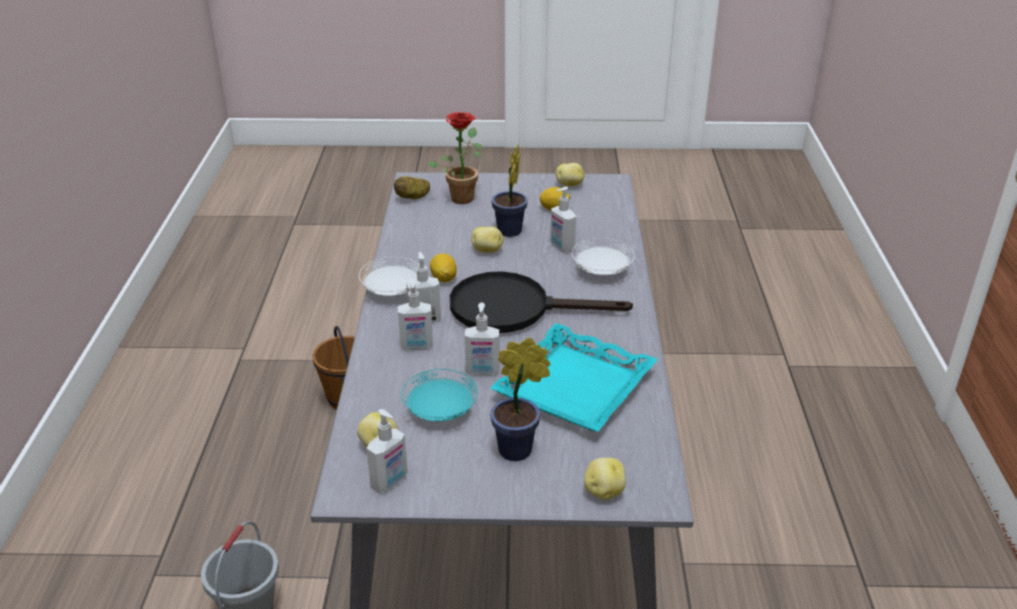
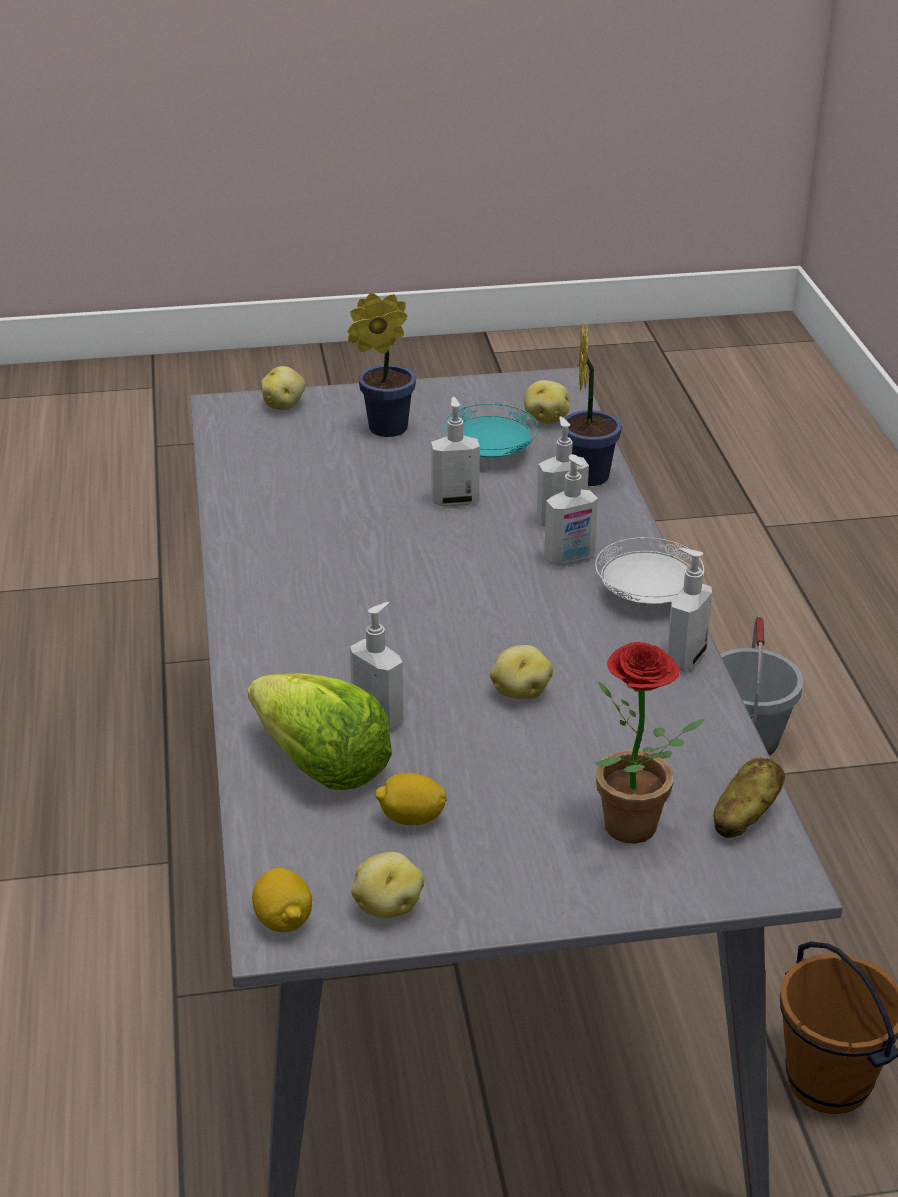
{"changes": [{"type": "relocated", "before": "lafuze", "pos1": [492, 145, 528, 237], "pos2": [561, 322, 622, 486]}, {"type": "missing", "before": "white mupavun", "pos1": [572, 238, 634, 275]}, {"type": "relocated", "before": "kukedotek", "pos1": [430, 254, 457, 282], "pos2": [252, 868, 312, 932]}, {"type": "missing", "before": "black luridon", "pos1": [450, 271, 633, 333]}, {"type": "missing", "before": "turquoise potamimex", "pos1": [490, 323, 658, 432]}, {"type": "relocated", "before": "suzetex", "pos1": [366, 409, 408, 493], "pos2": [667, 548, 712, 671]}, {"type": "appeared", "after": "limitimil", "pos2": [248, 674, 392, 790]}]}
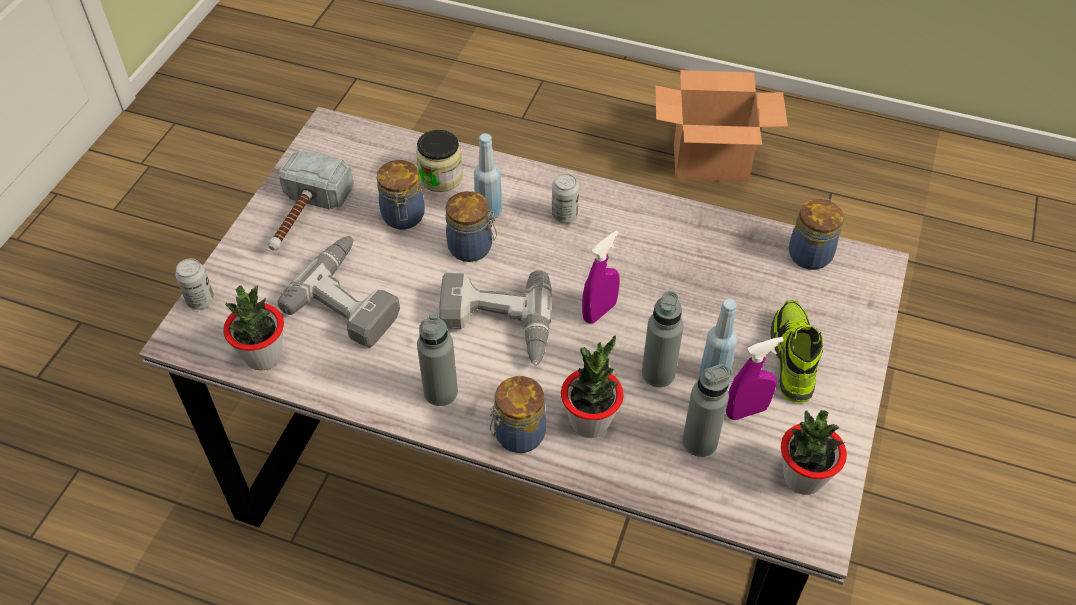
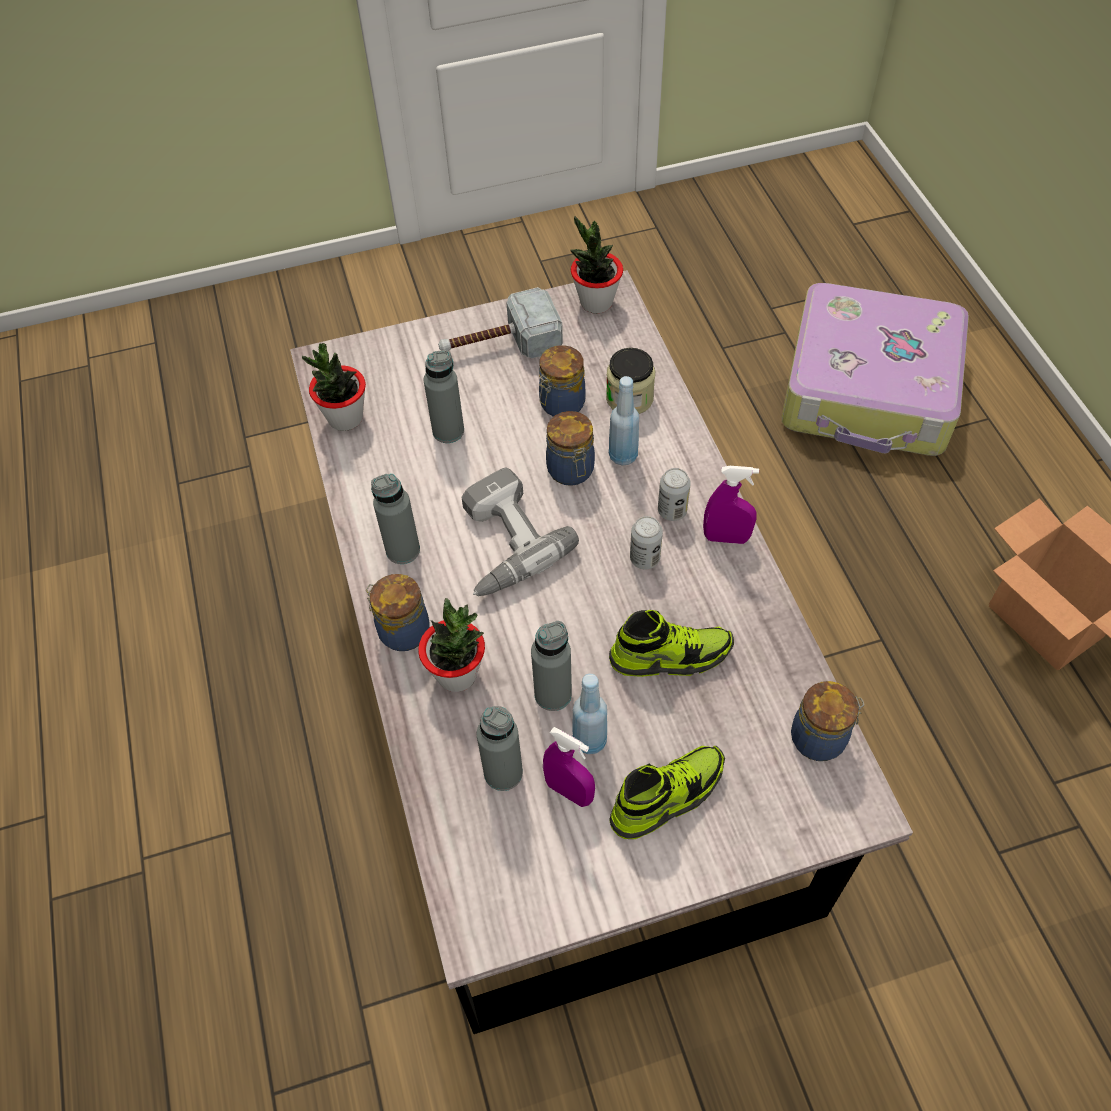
{"changes": [{"type": "relocated", "before": "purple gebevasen", "pos1": [582, 230, 620, 323], "pos2": [703, 466, 759, 544]}, {"type": "exchanged", "before": "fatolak", "after": "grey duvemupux", "pos1": [277, 236, 400, 347], "pos2": [424, 350, 464, 443]}, {"type": "relocated", "before": "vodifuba", "pos1": [175, 258, 214, 310], "pos2": [630, 516, 663, 569]}, {"type": "relocated", "before": "lafuze", "pos1": [781, 410, 847, 495], "pos2": [570, 216, 623, 313]}, {"type": "appeared", "after": "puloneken", "pos2": [782, 283, 969, 456]}, {"type": "appeared", "after": "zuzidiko", "pos2": [609, 610, 734, 677]}]}
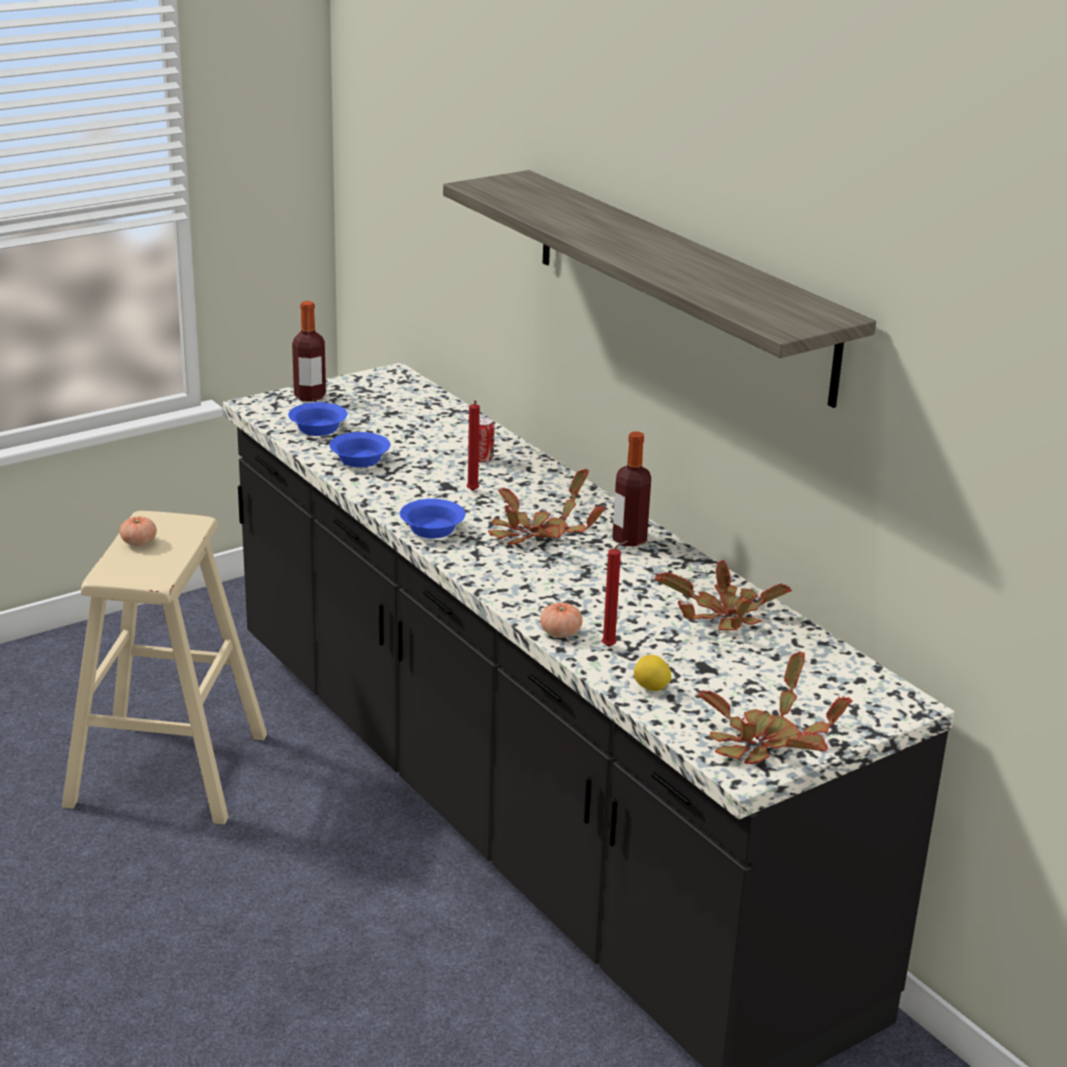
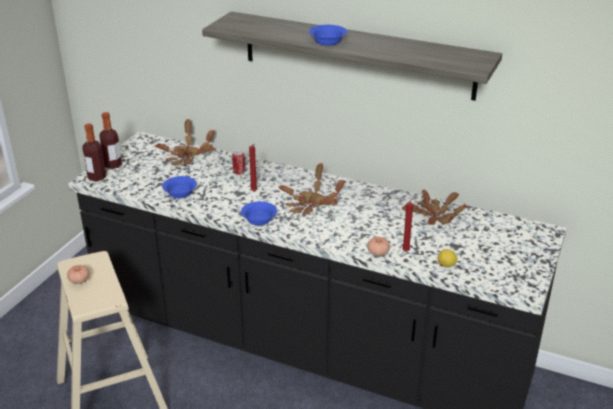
{"changes": [{"type": "relocated", "before": "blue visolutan", "pos1": [288, 402, 347, 436], "pos2": [309, 25, 347, 45]}, {"type": "relocated", "before": "duvemupux", "pos1": [612, 431, 651, 546], "pos2": [82, 124, 106, 181]}, {"type": "relocated", "before": "lafuze", "pos1": [698, 651, 853, 764], "pos2": [155, 119, 215, 165]}]}
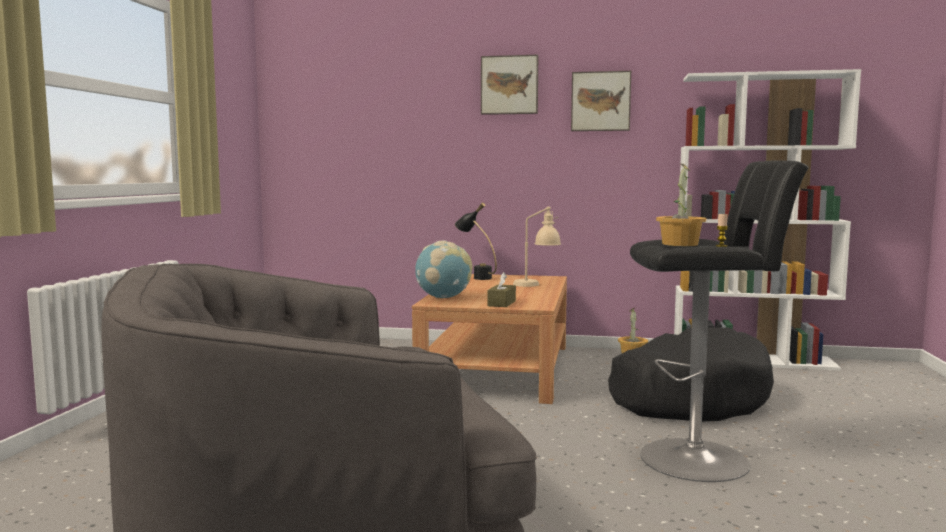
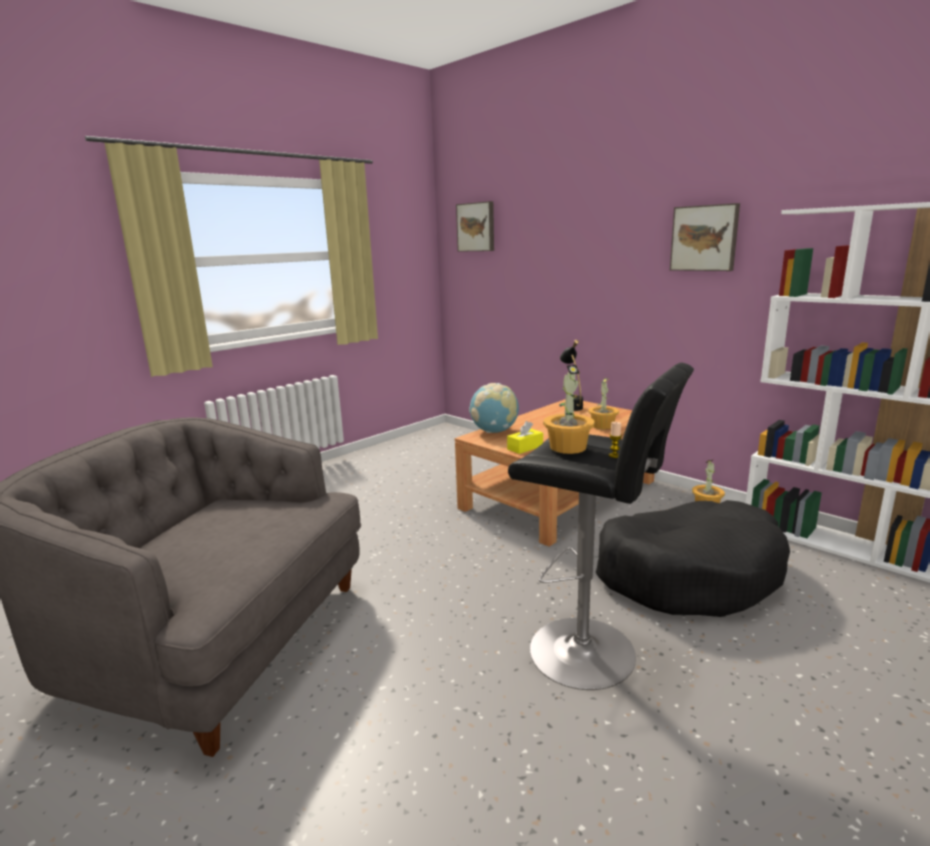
{"changes": [{"type": "relocated", "before": "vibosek", "pos1": [481, 55, 538, 115], "pos2": [456, 201, 494, 252]}, {"type": "exchanged", "before": "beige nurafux", "after": "lafuze", "pos1": [513, 206, 561, 287], "pos2": [588, 378, 619, 429]}, {"type": "colour", "before": "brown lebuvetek", "after": "yellow lebuvetek", "pos1": [487, 272, 516, 307], "pos2": [507, 421, 543, 454]}]}
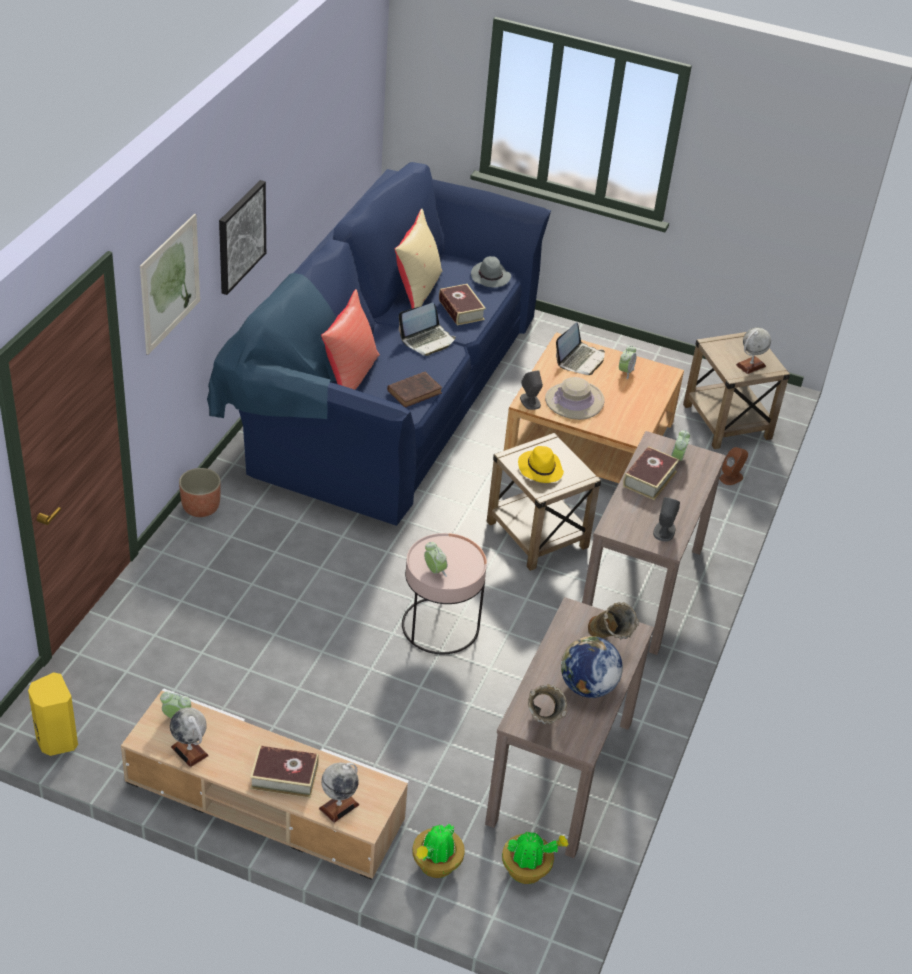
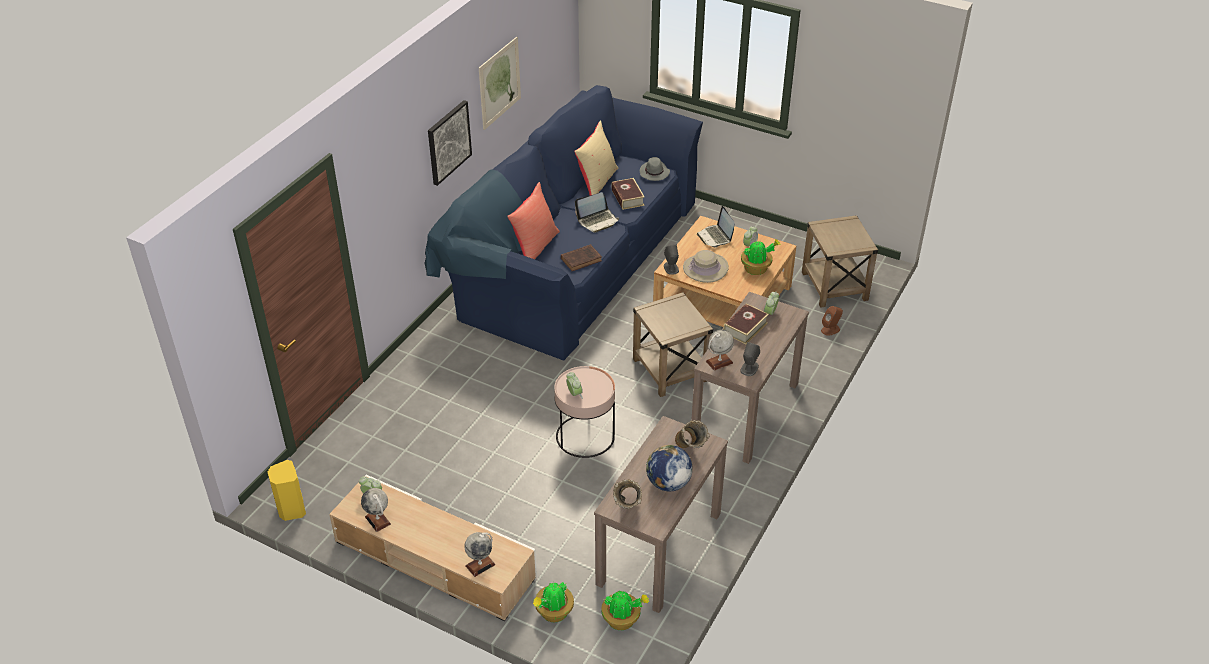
{"changes": [{"type": "relocated", "before": "vibosek", "pos1": [140, 214, 200, 355], "pos2": [479, 37, 521, 130]}, {"type": "spun", "before": "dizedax", "pos1": [556, 322, 605, 375], "pos2": [697, 206, 735, 248], "turn": 120}, {"type": "relocated", "before": "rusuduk", "pos1": [736, 327, 771, 374], "pos2": [706, 329, 734, 371]}, {"type": "missing", "before": "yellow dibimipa", "pos1": [518, 446, 564, 483]}, {"type": "missing", "before": "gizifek", "pos1": [179, 468, 221, 517]}, {"type": "missing", "before": "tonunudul", "pos1": [250, 745, 319, 798]}, {"type": "appeared", "after": "lafuze", "pos2": [741, 239, 780, 275]}]}
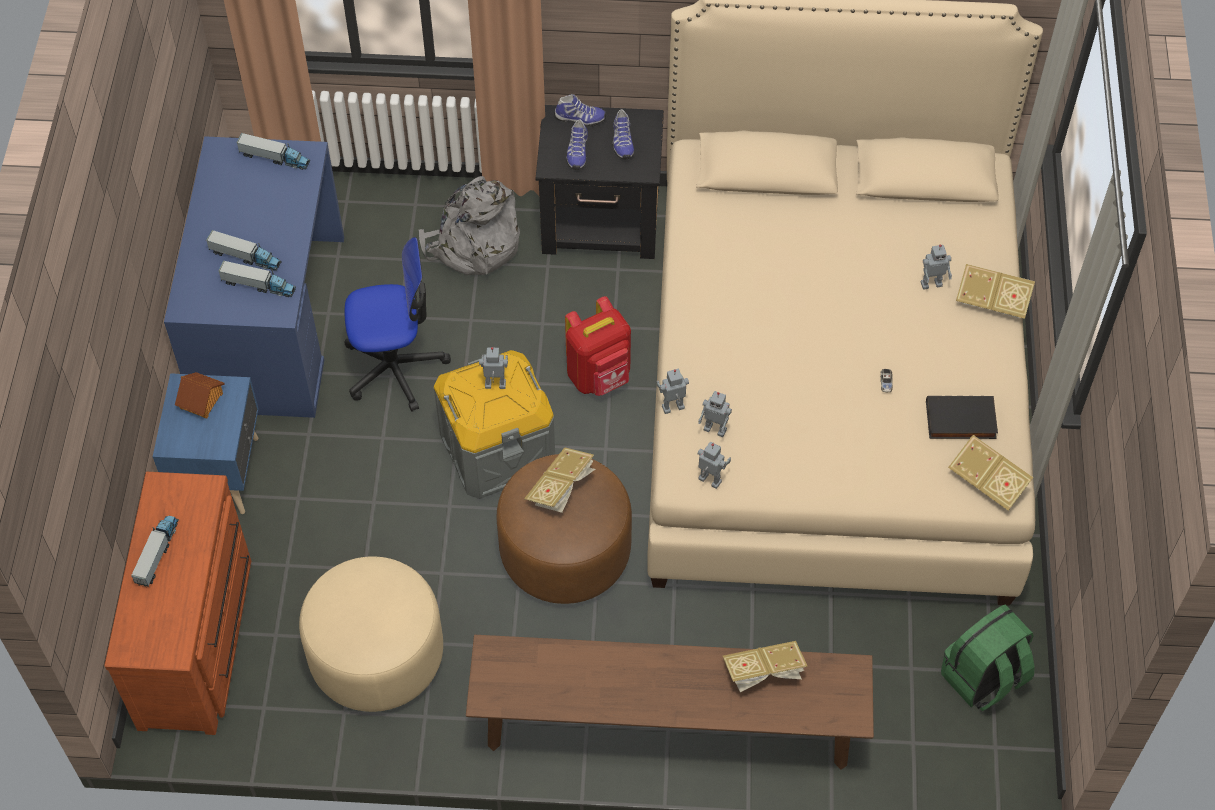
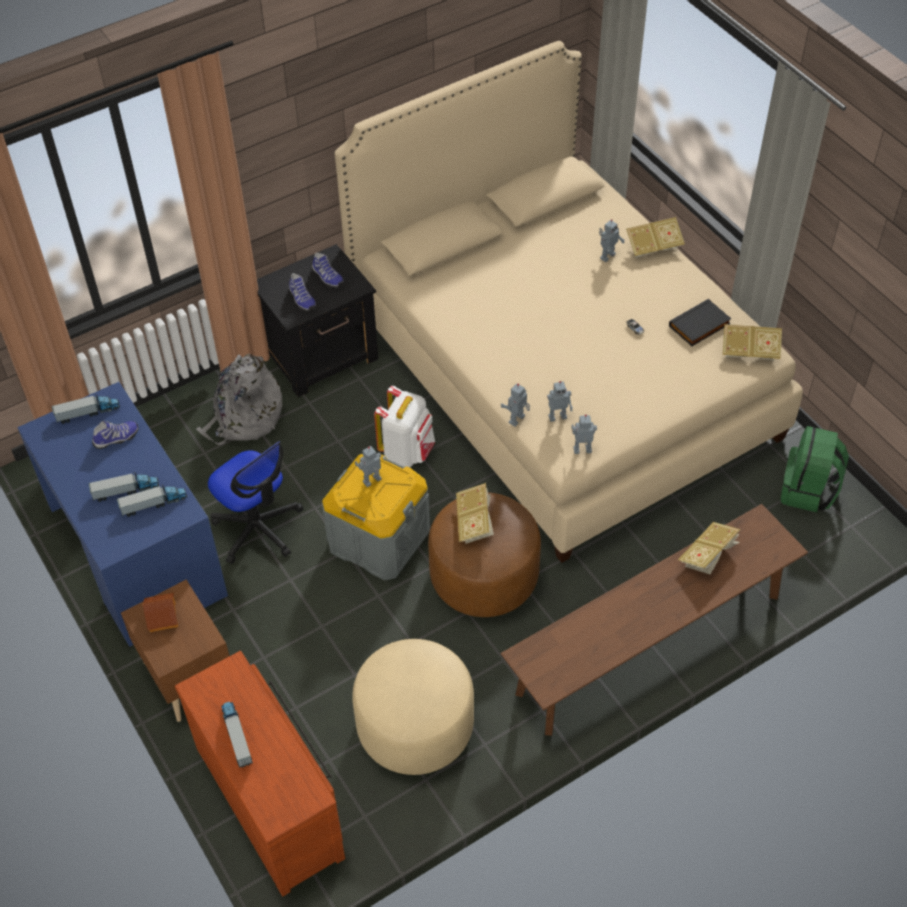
{"changes": [{"type": "relocated", "before": "zuzidiko", "pos1": [554, 94, 606, 126], "pos2": [92, 421, 138, 449]}, {"type": "spun", "before": "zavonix", "pos1": [345, 237, 451, 412], "pos2": [208, 441, 303, 564], "turn": 90}, {"type": "colour", "before": "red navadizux", "after": "white navadizux", "pos1": [565, 296, 631, 396], "pos2": [374, 386, 435, 467]}, {"type": "colour", "before": "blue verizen", "after": "brown verizen", "pos1": [153, 373, 259, 514], "pos2": [121, 580, 229, 722]}]}
